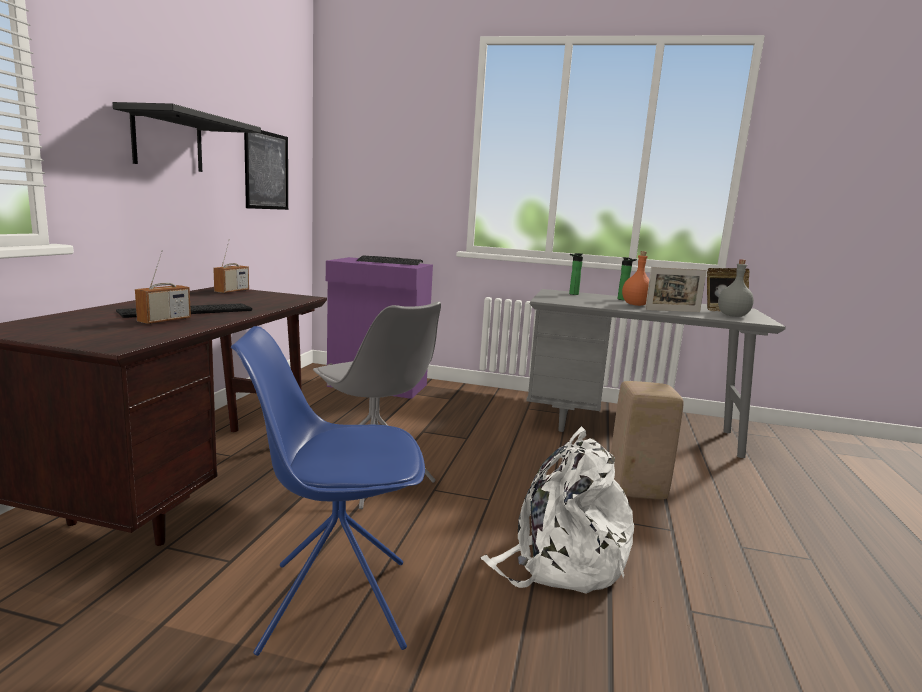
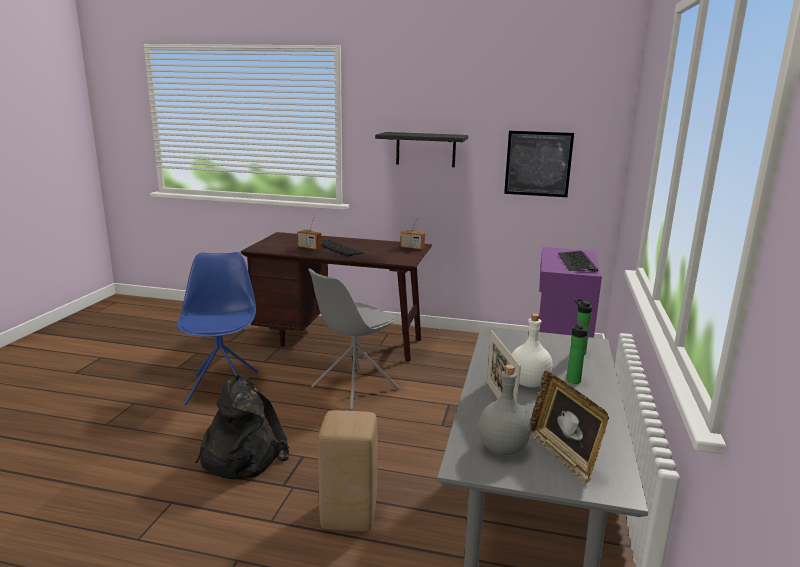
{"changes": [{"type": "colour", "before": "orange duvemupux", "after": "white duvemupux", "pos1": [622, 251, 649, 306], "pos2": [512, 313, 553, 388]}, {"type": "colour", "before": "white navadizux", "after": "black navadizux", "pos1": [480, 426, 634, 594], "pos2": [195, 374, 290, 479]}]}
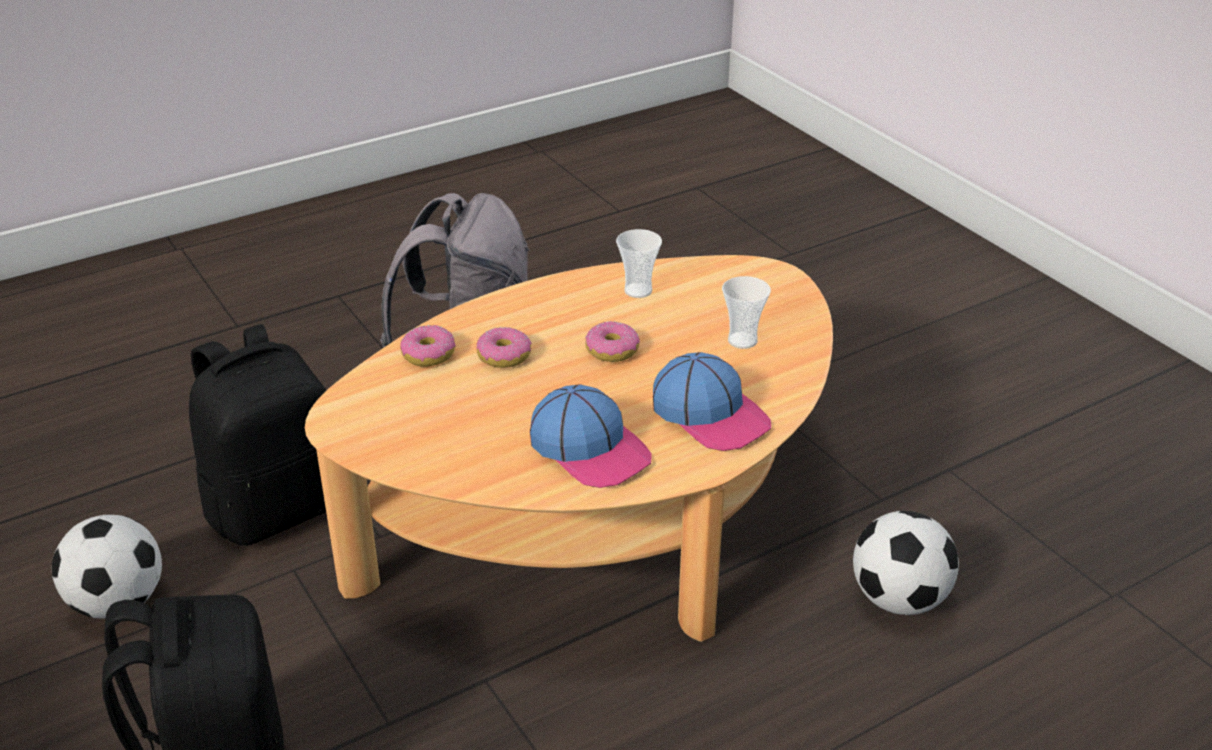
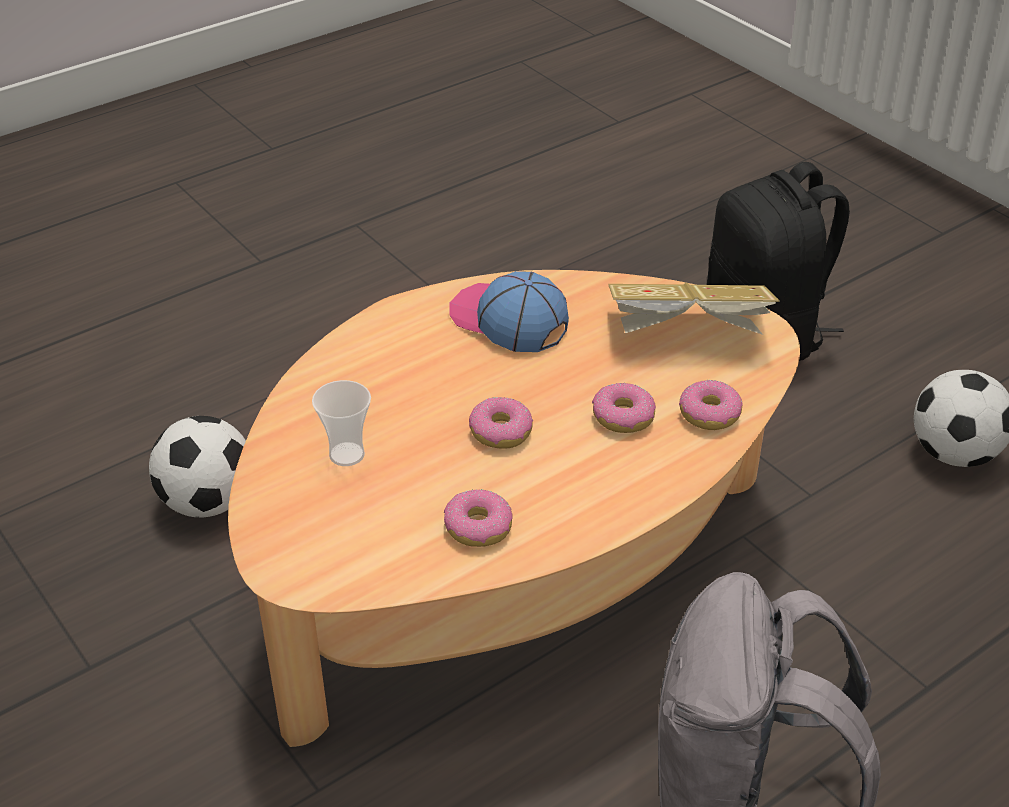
{"changes": [{"type": "exchanged", "before": "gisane", "after": "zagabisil", "pos1": [616, 229, 662, 298], "pos2": [444, 490, 513, 547]}, {"type": "missing", "before": "black navadizux", "pos1": [189, 324, 327, 546]}, {"type": "missing", "before": "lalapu", "pos1": [653, 352, 771, 451]}, {"type": "appeared", "after": "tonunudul", "pos2": [608, 283, 780, 335]}]}
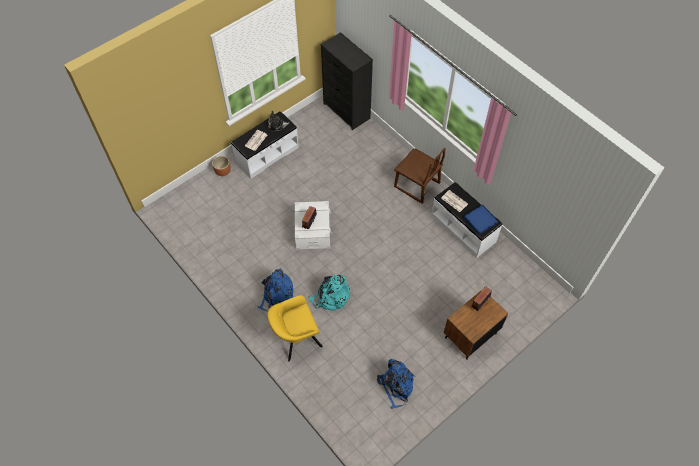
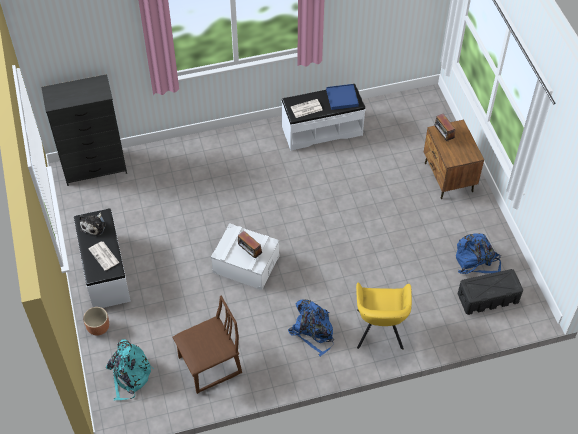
{"changes": [{"type": "relocated", "before": "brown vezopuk", "pos1": [394, 148, 446, 204], "pos2": [172, 296, 242, 394]}, {"type": "relocated", "before": "turquoise navadizux", "pos1": [309, 274, 350, 311], "pos2": [106, 339, 154, 401]}, {"type": "appeared", "after": "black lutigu", "pos2": [458, 269, 523, 315]}]}
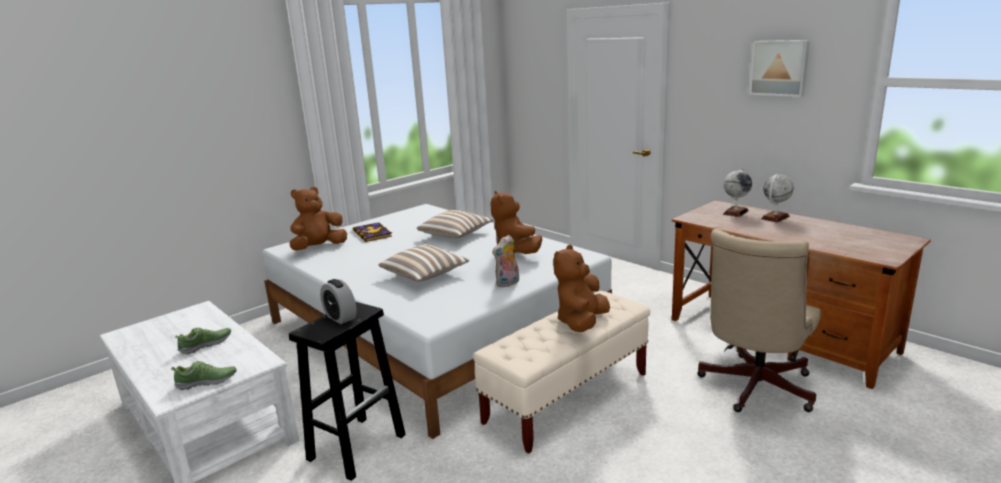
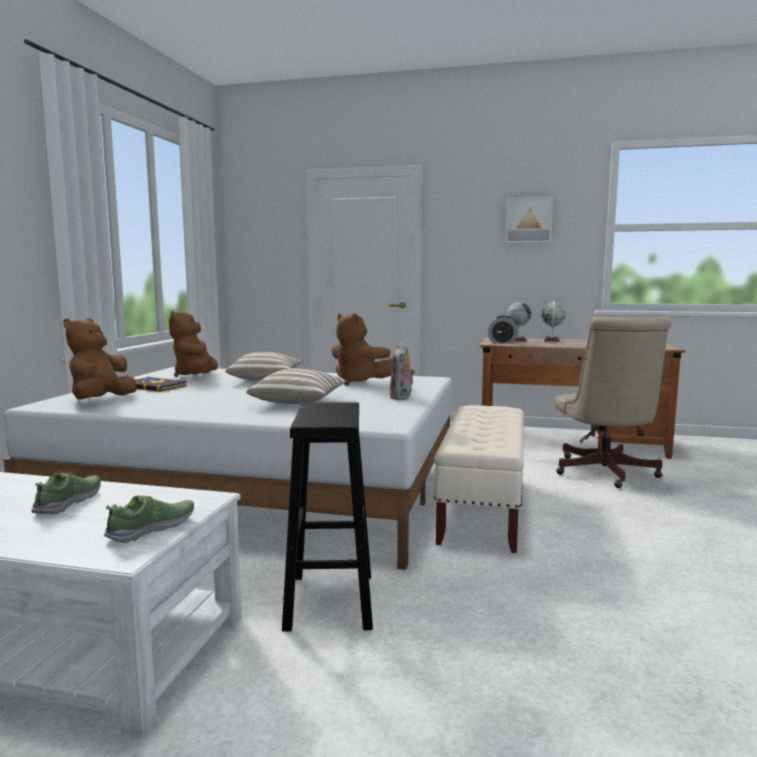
{"changes": [{"type": "relocated", "before": "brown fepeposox", "pos1": [553, 245, 610, 332], "pos2": [169, 310, 218, 377]}, {"type": "relocated", "before": "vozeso", "pos1": [320, 279, 357, 324], "pos2": [488, 316, 518, 344]}]}
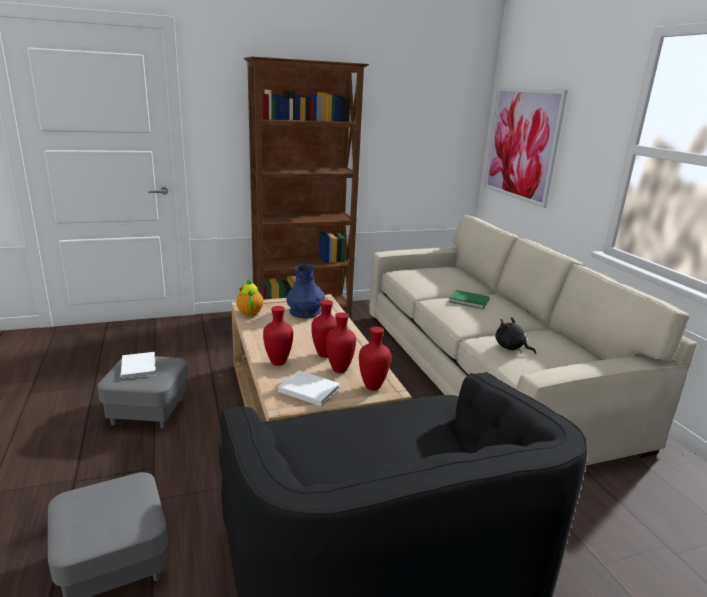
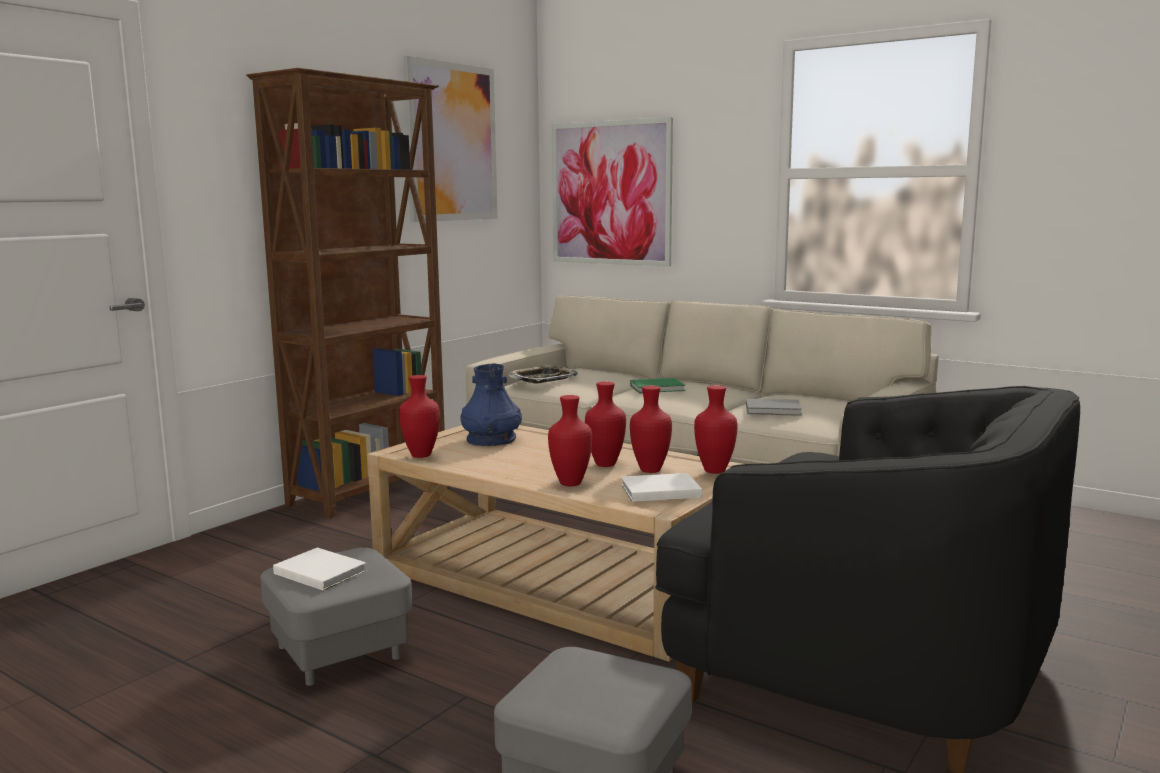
{"changes": [{"type": "exchanged", "before": "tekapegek", "after": "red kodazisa", "pos1": [236, 278, 263, 317], "pos2": [399, 375, 440, 458]}, {"type": "exchanged", "before": "black fepeposox", "after": "grey tonunudul", "pos1": [495, 317, 536, 354], "pos2": [746, 399, 802, 416]}, {"type": "appeared", "after": "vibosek", "pos2": [403, 56, 498, 222]}, {"type": "appeared", "after": "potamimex", "pos2": [508, 365, 578, 383]}]}
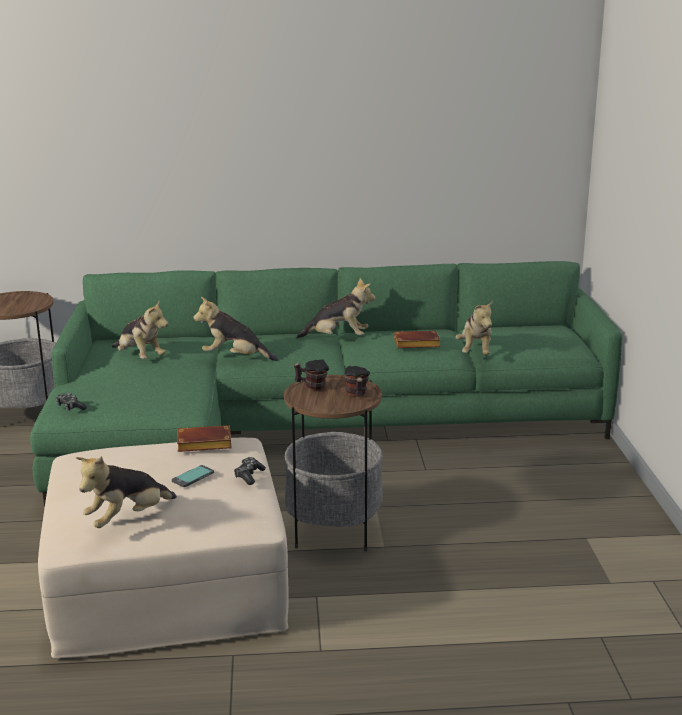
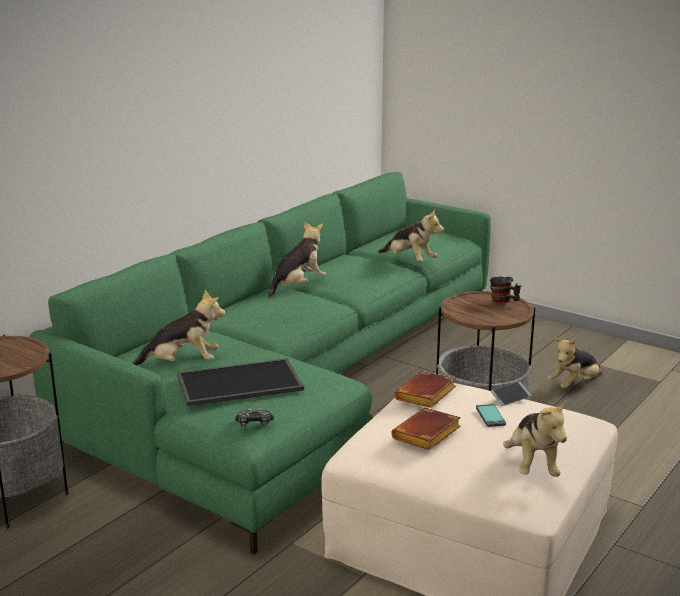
{"changes": [{"type": "relocated", "before": "fepeposox", "pos1": [193, 297, 278, 361], "pos2": [548, 338, 602, 389]}, {"type": "relocated", "before": "brown tonunudul", "pos1": [394, 331, 440, 348], "pos2": [391, 408, 461, 450]}, {"type": "missing", "before": "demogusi", "pos1": [294, 359, 329, 390]}, {"type": "exchanged", "before": "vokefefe", "after": "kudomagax", "pos1": [234, 457, 266, 485], "pos2": [491, 381, 532, 406]}, {"type": "appeared", "after": "potamimex", "pos2": [177, 358, 304, 406]}]}
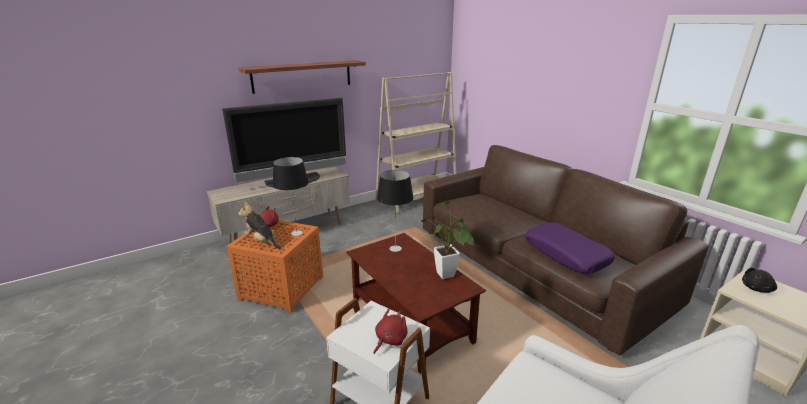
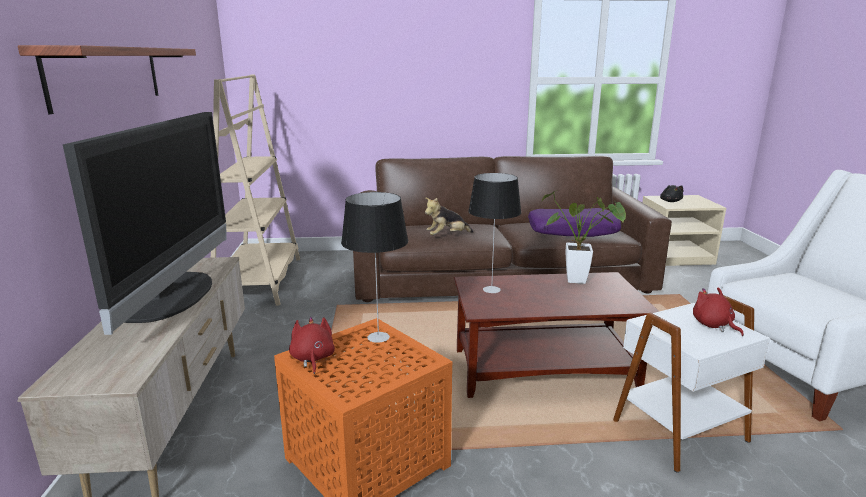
{"changes": [{"type": "relocated", "before": "fepeposox", "pos1": [238, 201, 281, 249], "pos2": [425, 197, 473, 235]}]}
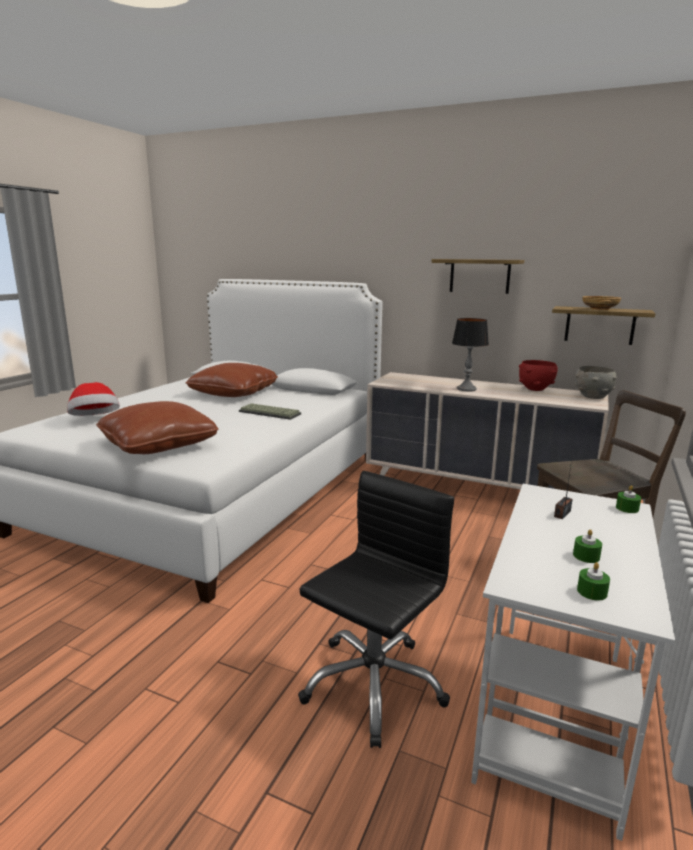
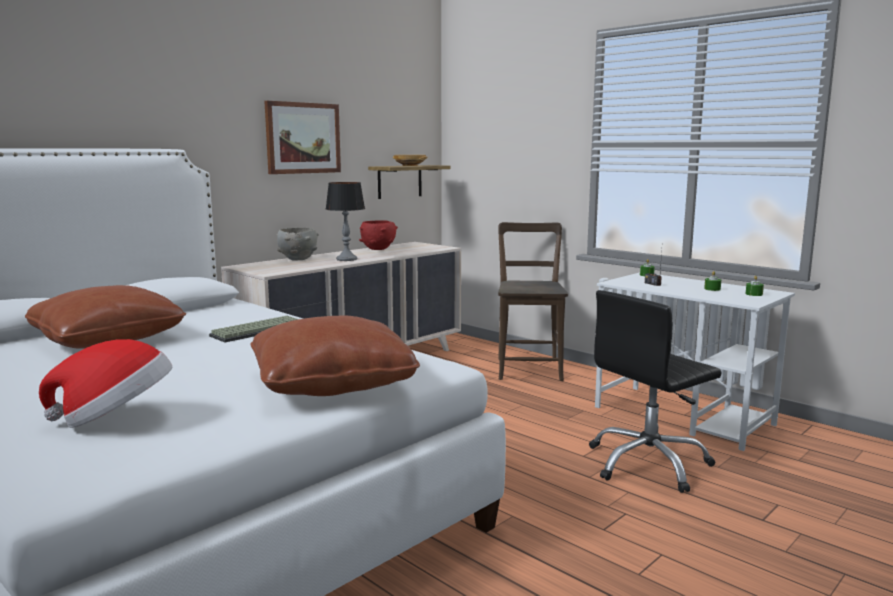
{"changes": [{"type": "exchanged", "before": "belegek", "after": "vibosek", "pos1": [431, 259, 524, 294], "pos2": [264, 101, 341, 174]}, {"type": "relocated", "before": "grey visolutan", "pos1": [575, 366, 617, 399], "pos2": [277, 228, 319, 261]}, {"type": "spun", "before": "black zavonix", "pos1": [298, 471, 454, 748], "pos2": [589, 290, 722, 493], "turn": -90}]}
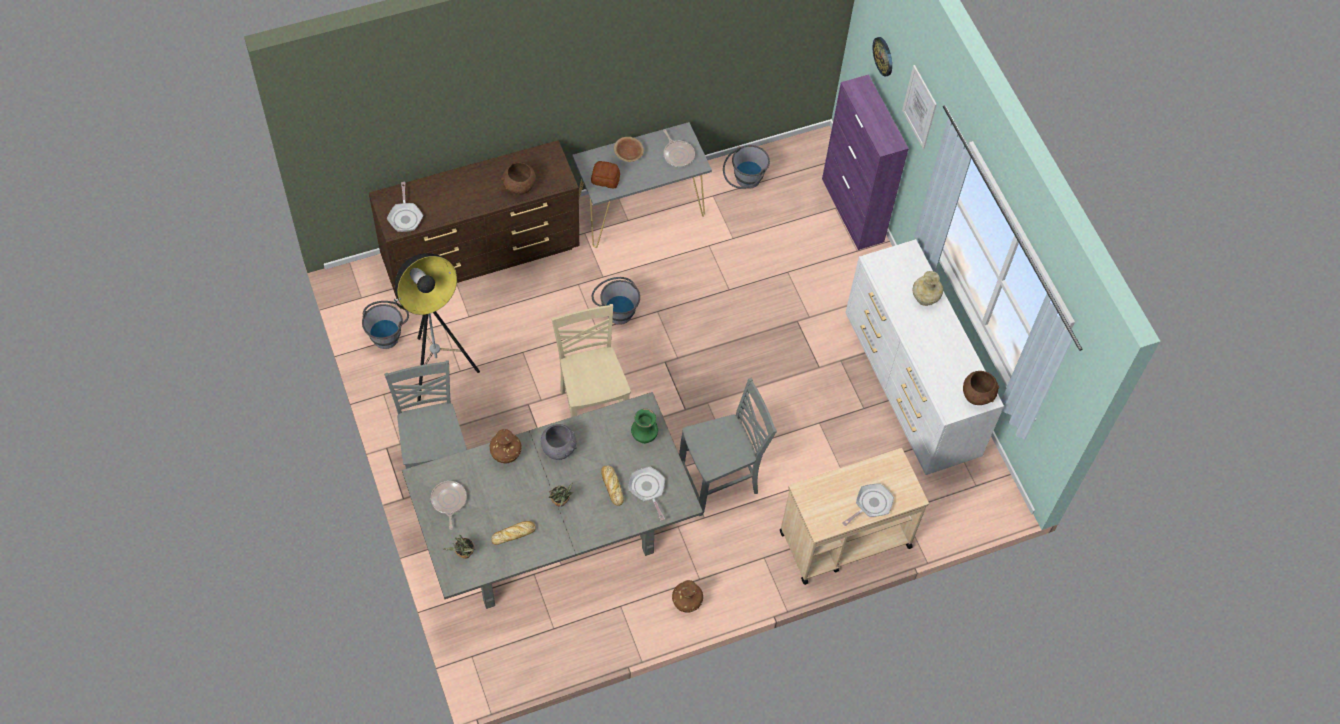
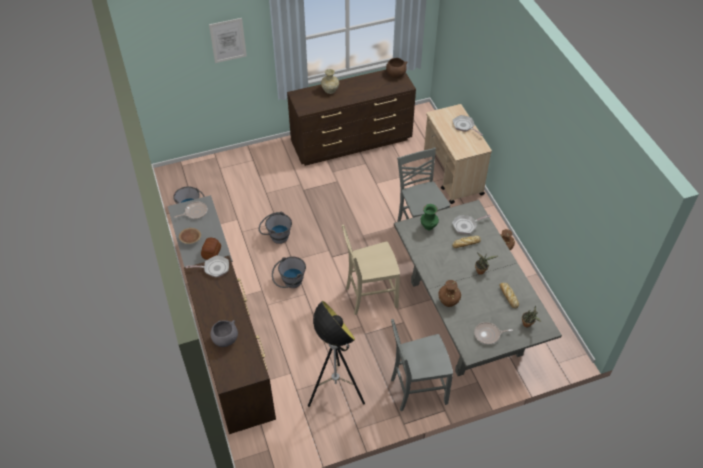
{"changes": [{"type": "missing", "before": "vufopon", "pos1": [873, 37, 892, 77]}, {"type": "missing", "before": "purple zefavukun", "pos1": [822, 74, 909, 250]}, {"type": "missing", "before": "brown visolutan", "pos1": [501, 162, 536, 195]}, {"type": "relocated", "before": "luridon", "pos1": [387, 182, 423, 232], "pos2": [186, 255, 229, 277]}, {"type": "colour", "before": "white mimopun", "after": "brown mimopun", "pos1": [845, 239, 1004, 475], "pos2": [287, 70, 416, 166]}, {"type": "relocated", "before": "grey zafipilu", "pos1": [362, 301, 409, 349], "pos2": [259, 212, 292, 244]}, {"type": "relocated", "before": "grey visolutan", "pos1": [541, 424, 577, 460], "pos2": [210, 320, 238, 347]}]}
